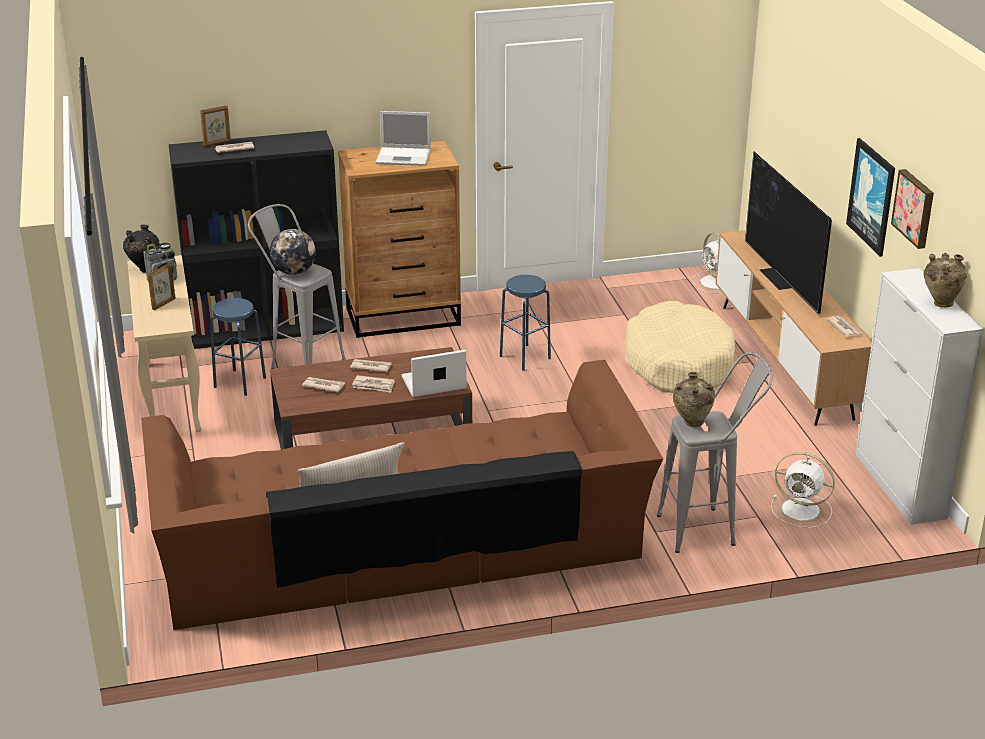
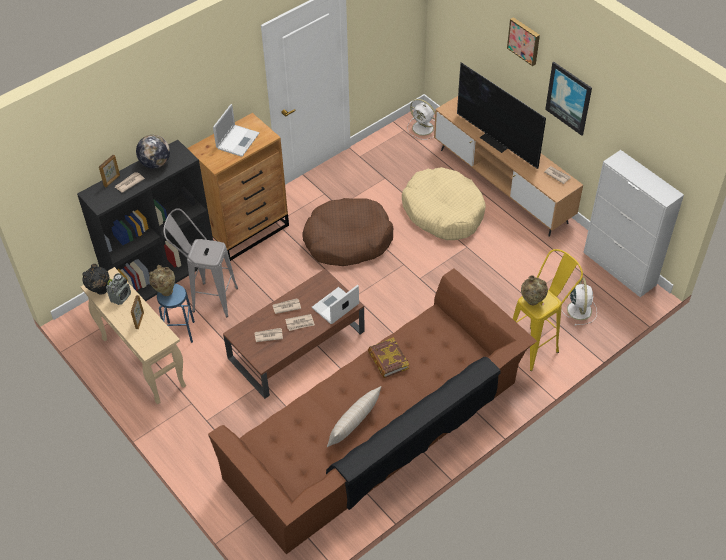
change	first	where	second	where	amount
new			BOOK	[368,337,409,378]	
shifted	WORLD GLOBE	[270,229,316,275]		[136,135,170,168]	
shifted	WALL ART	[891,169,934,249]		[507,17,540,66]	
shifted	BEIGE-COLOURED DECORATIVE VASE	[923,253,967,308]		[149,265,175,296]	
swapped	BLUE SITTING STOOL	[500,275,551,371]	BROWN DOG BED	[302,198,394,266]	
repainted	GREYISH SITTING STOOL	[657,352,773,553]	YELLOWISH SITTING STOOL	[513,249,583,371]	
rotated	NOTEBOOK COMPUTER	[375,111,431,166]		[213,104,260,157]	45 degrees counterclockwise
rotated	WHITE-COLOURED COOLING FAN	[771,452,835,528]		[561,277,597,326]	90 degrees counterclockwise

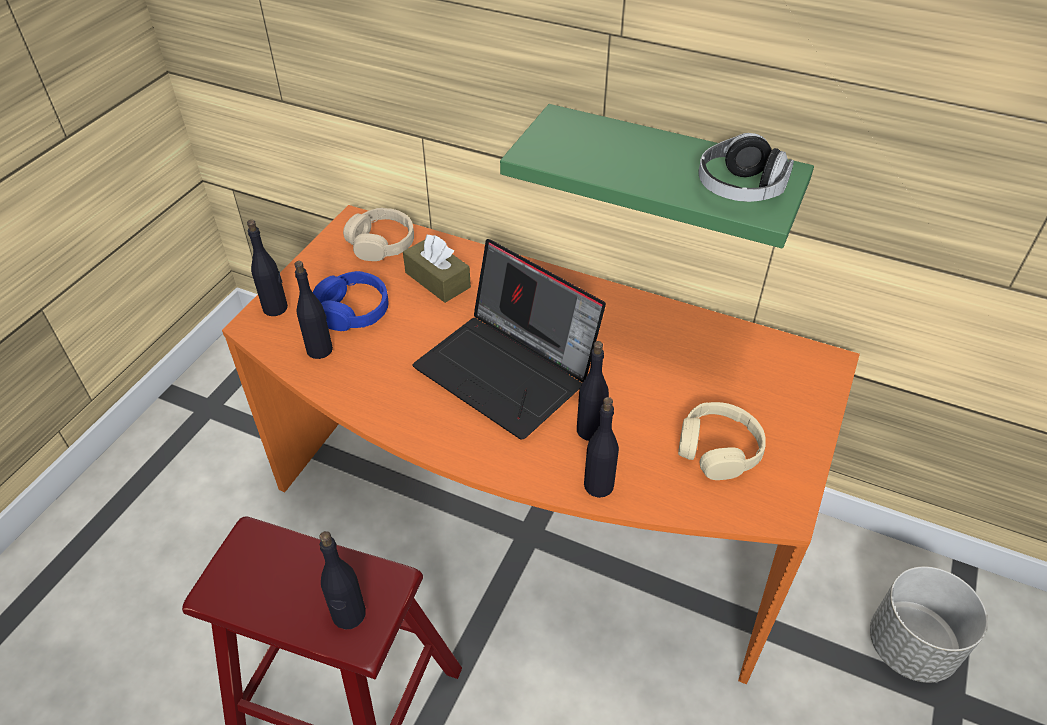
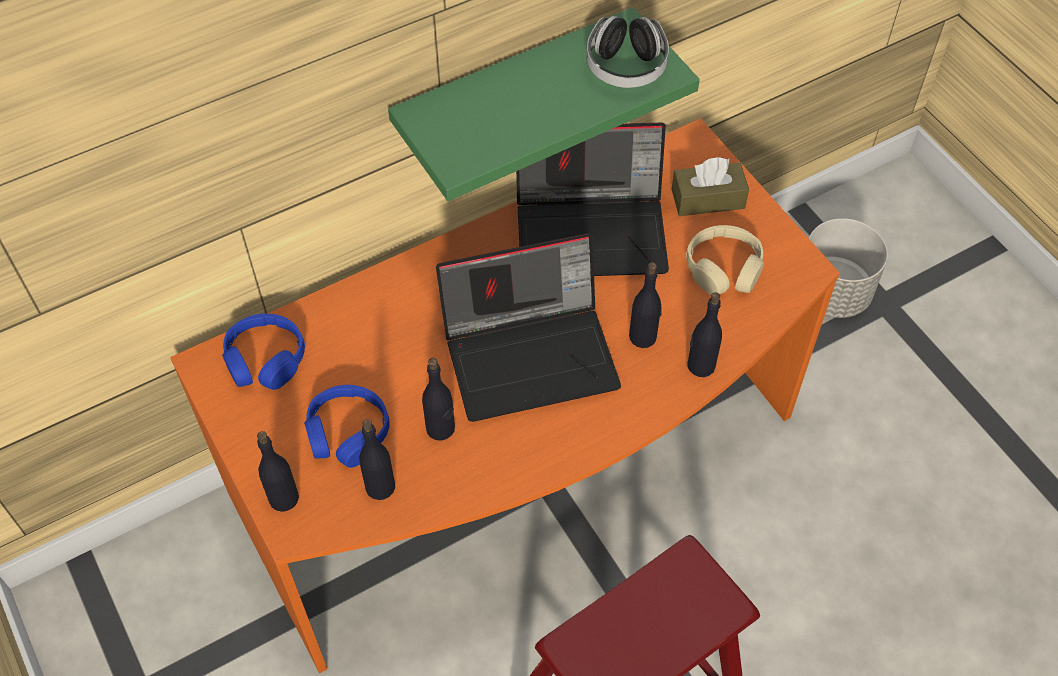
change	first	where	second	where	amount
new			NOTEBOOK COMPUTER	[516,123,669,276]	
shifted	BLACK-COLOURED BEVERAGE BOTTLE	[319,531,366,629]		[422,358,455,441]	
shifted	BROWN TISSUE HOLDER	[403,234,471,303]		[671,157,749,216]	
repainted	BEIGE-COLOURED PAIR OF HEADPHONES	[343,208,414,261]	BLUE PAIR OF HEADPHONES	[222,314,305,390]	

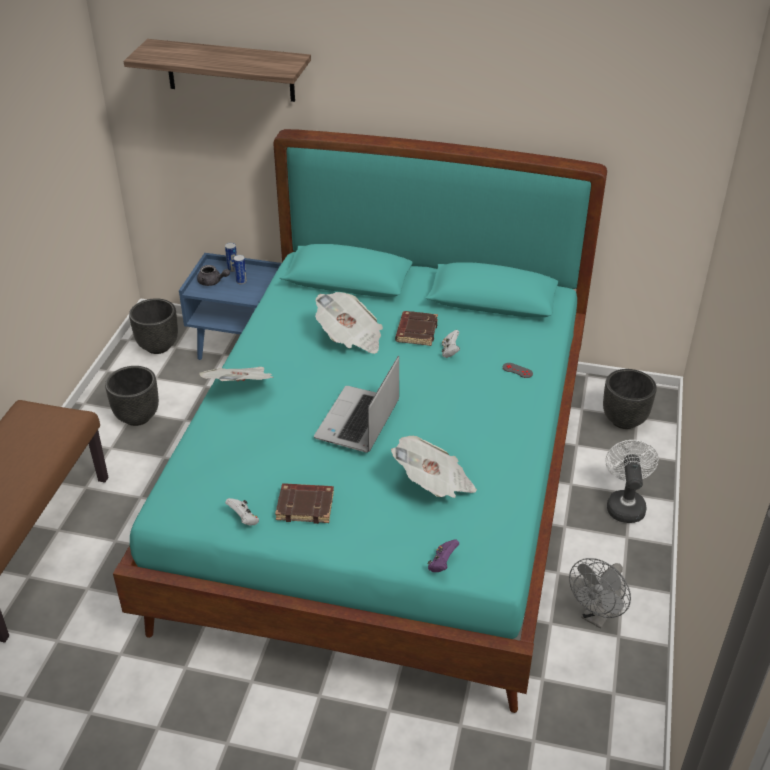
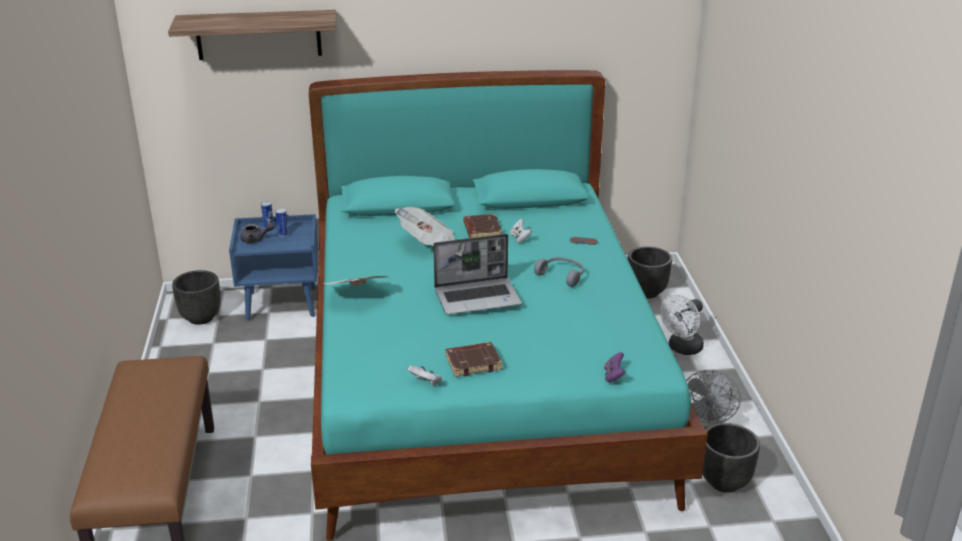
change	first	where	second	where	amount
gone	DAILY PAPER	[391,436,477,498]			
new			GREYISH PAIR OF HEADPHONES	[534,257,584,287]	
shifted	BLACK-COLOURED PLANT POT	[105,366,159,426]		[702,423,760,493]	
rotated	NOTEBOOK COMPUTER	[314,356,399,453]		[433,234,522,315]	105 degrees counterclockwise
rotated	WHITE-COLOURED COOLING FAN	[605,440,659,523]		[660,294,704,355]	120 degrees counterclockwise

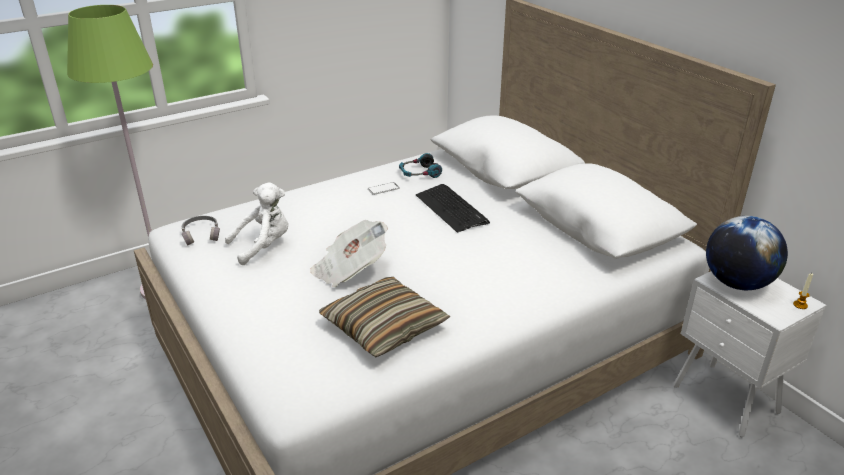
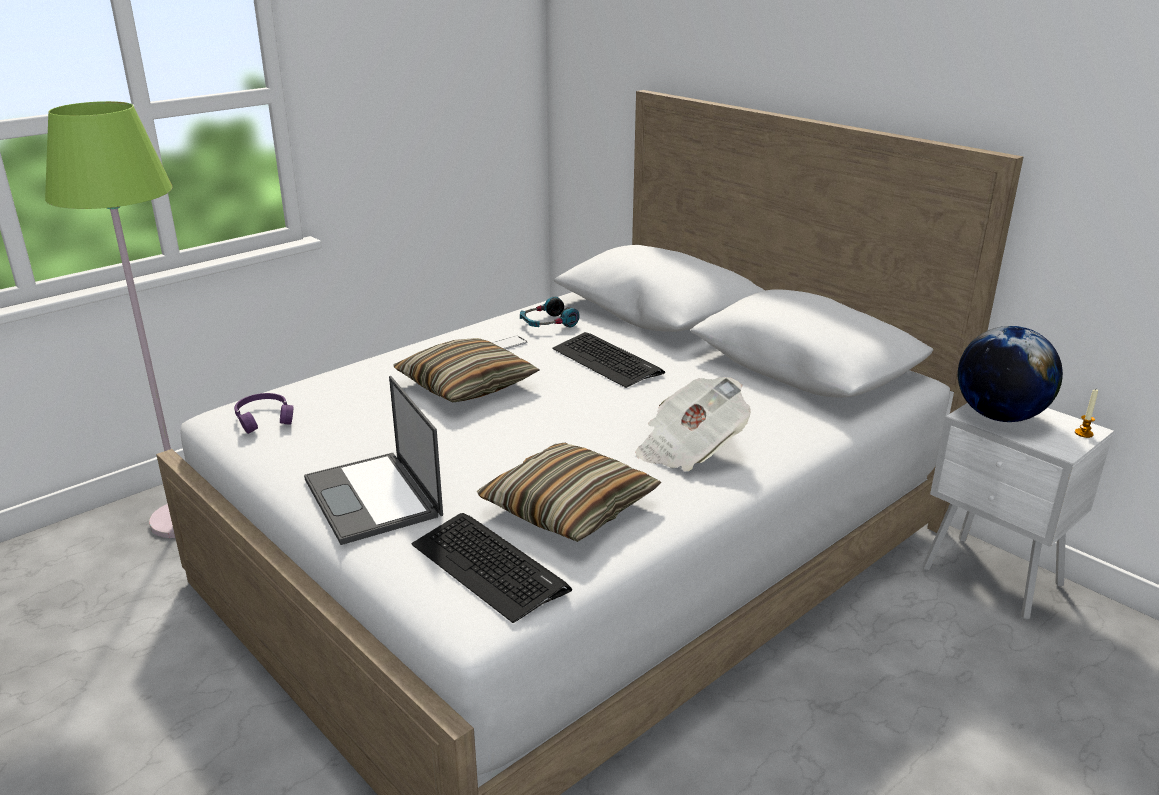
change	first	where	second	where	amount
gone	WHITE-COLOURED SOFT TOY	[225,182,288,265]			
new			NOTEBOOK COMPUTER	[304,376,443,545]	
new			PILLOW	[393,338,539,403]	
new			PC KEYBOARD	[412,513,572,623]	
shifted	DAILY PAPER	[310,220,388,287]		[635,377,751,471]	
repainted	GREYISH PAIR OF HEADPHONES	[182,216,220,246]	PURPLE-COLOURED PAIR OF HEADPHONES	[234,393,293,434]	

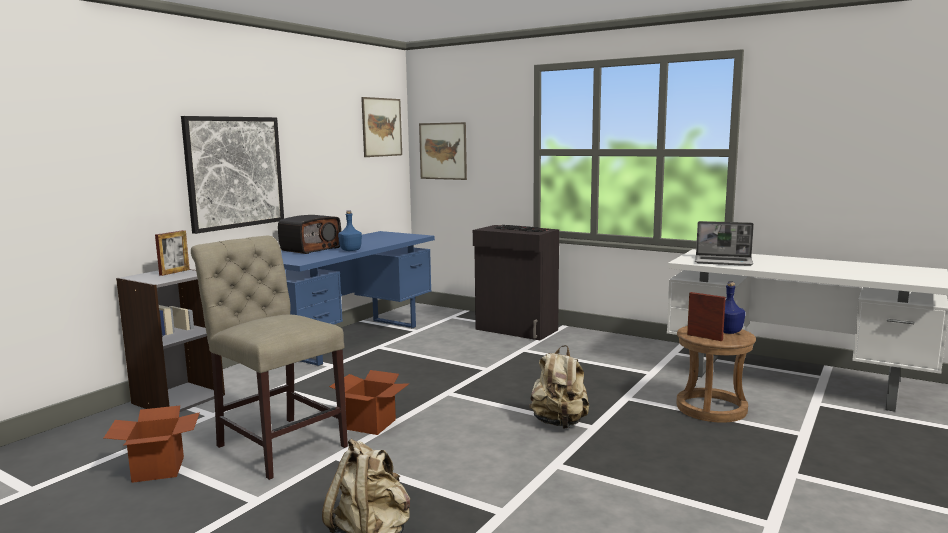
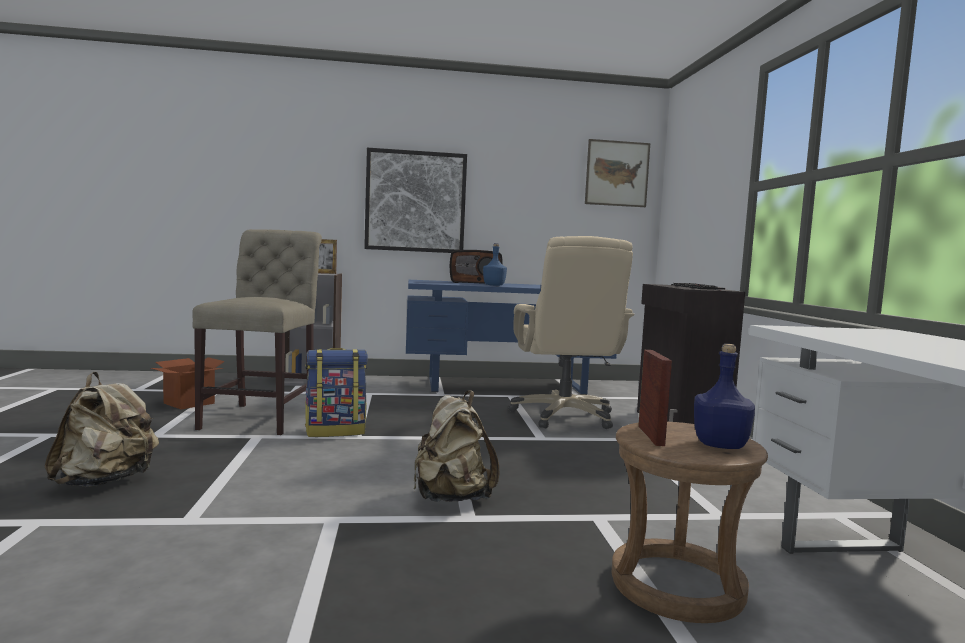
change	first	where	second	where	amount
gone	WALL ART	[419,122,467,180]			
gone	NOTEBOOK COMPUTER	[695,221,754,266]			
new			BEIGE-COLOURED DESK CHAIR	[508,236,635,429]	
swapped	PACKING BOX	[329,370,410,435]	BACKPACK	[305,348,368,437]	

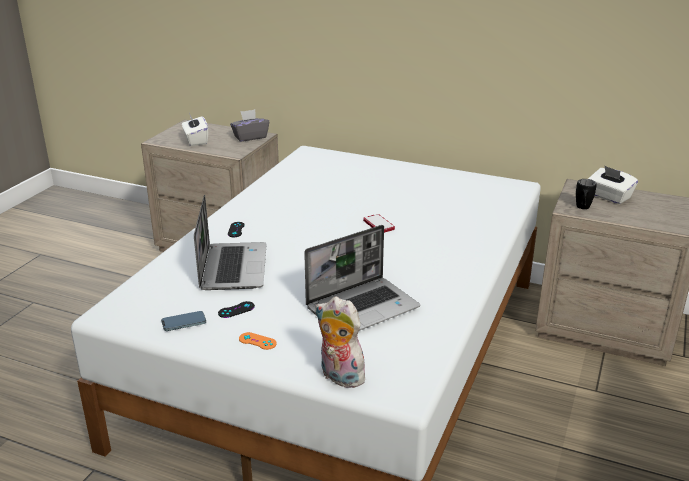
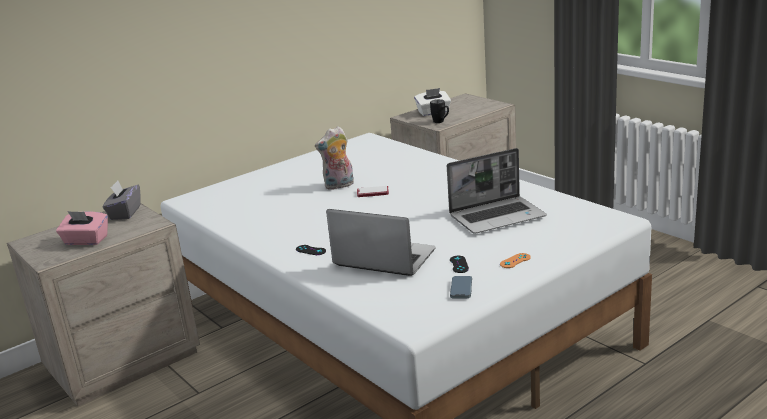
change	first	where	second	where	amount
shifted	SOFT TOY	[315,297,371,388]		[315,126,354,190]	
repainted	WHITE-COLOURED TISSUE HOLDER	[182,115,208,146]	PINKISH TISSUE HOLDER	[56,211,108,245]	
rotated	NOTEBOOK COMPUTER	[304,225,420,331]		[447,148,547,234]	75 degrees clockwise

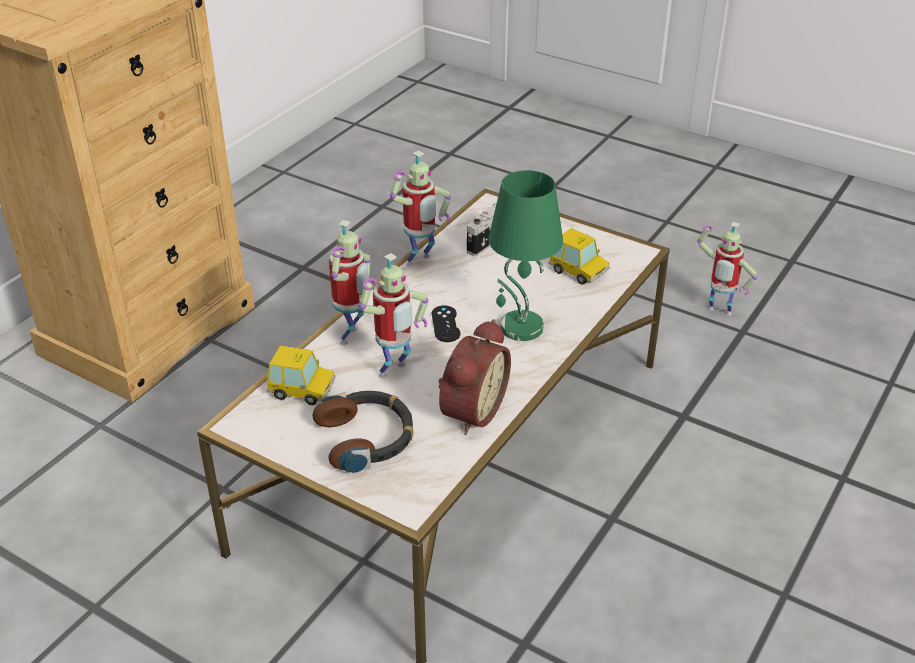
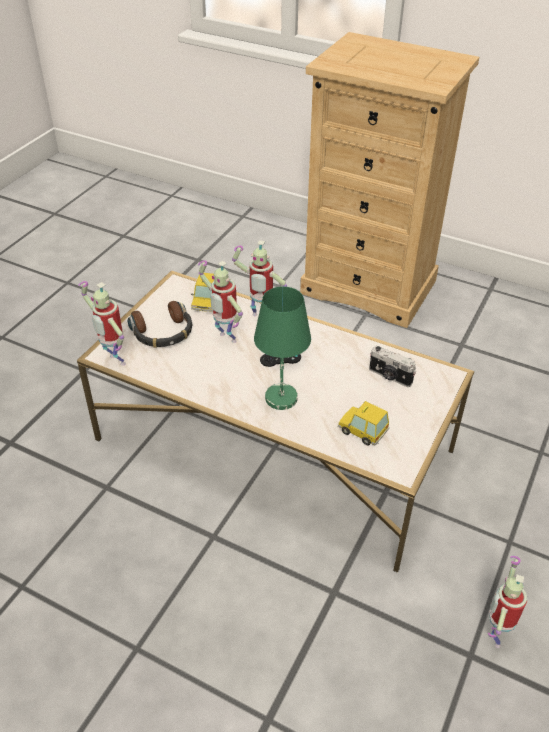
change	first	where	second	where	amount
gone	TABLE CLOCK	[439,319,511,435]			
shifted	MODEL ROBOT	[390,151,451,267]		[78,281,126,366]	
rotated	MINIATURE CAR	[549,228,610,285]		[338,401,389,446]	90 degrees clockwise

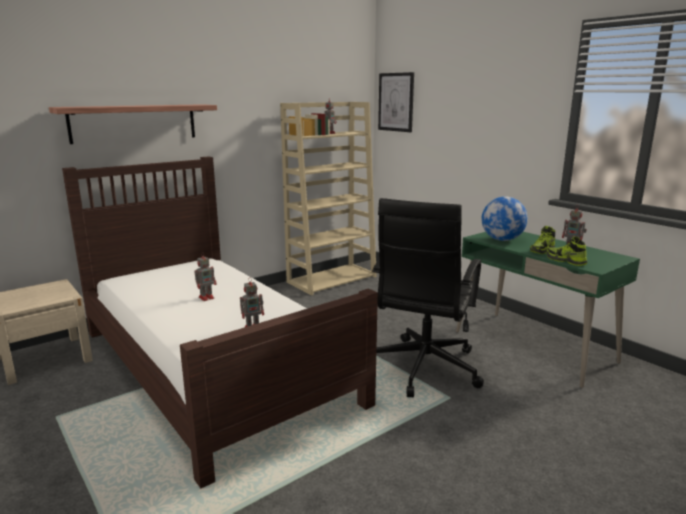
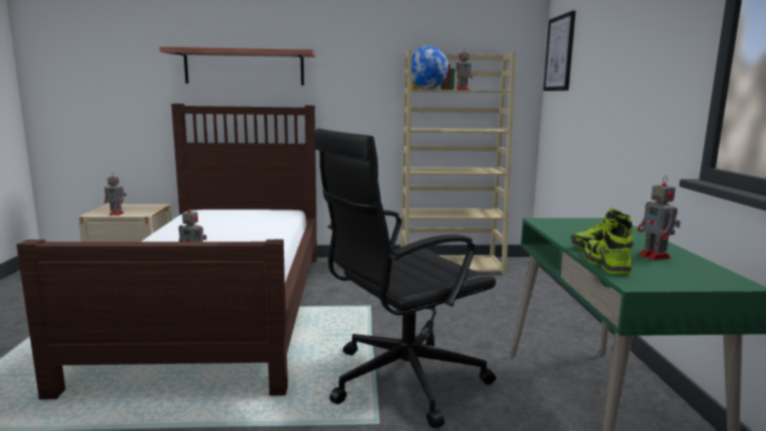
change	first	where	second	where	amount
shifted	MODEL ROBOT	[194,252,217,301]		[104,172,126,216]	
shifted	WORLD GLOBE	[482,196,528,241]		[407,46,448,89]	

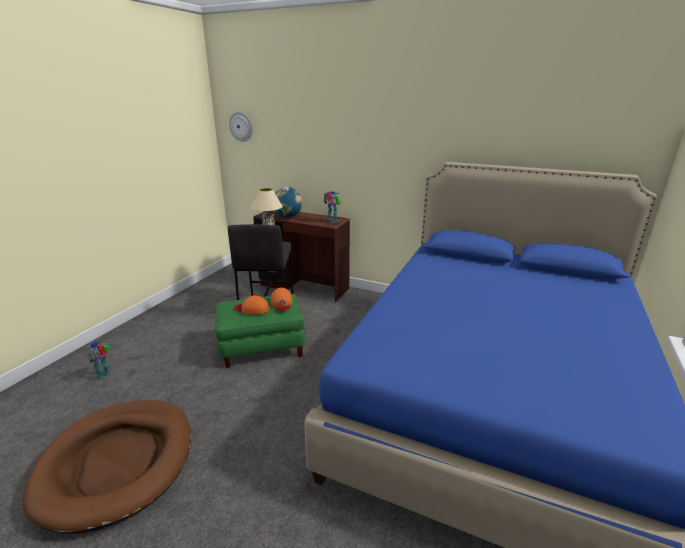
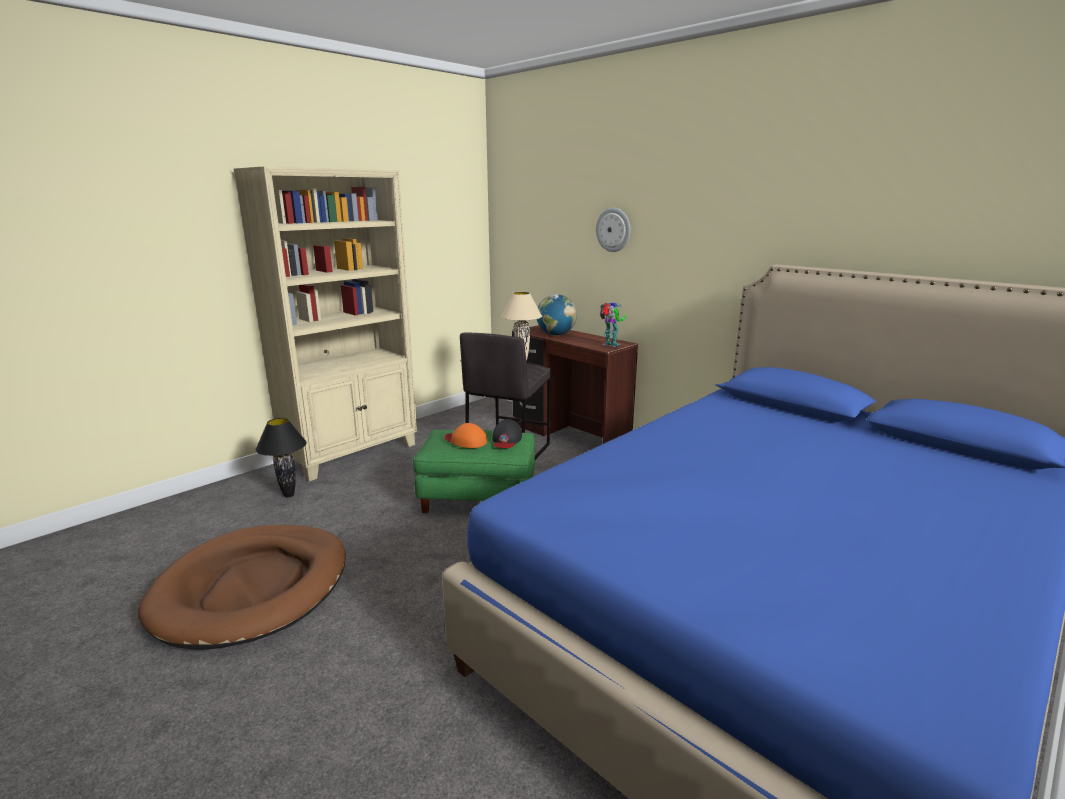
change	first	where	second	where	amount
new			BEIGE-COLOURED BOOKSHELF	[234,166,417,482]	
shifted	WALL CLOCK	[229,111,253,142]		[596,208,631,252]	
swapped	MODEL ROBOT	[85,340,113,381]	BLACK-COLOURED LAMP FOR A TABLE	[256,418,307,497]	
repainted	ORANGE-COLOURED BASEBALL CAP	[271,288,292,311]	BLACK-COLOURED BASEBALL CAP	[492,419,522,448]	

